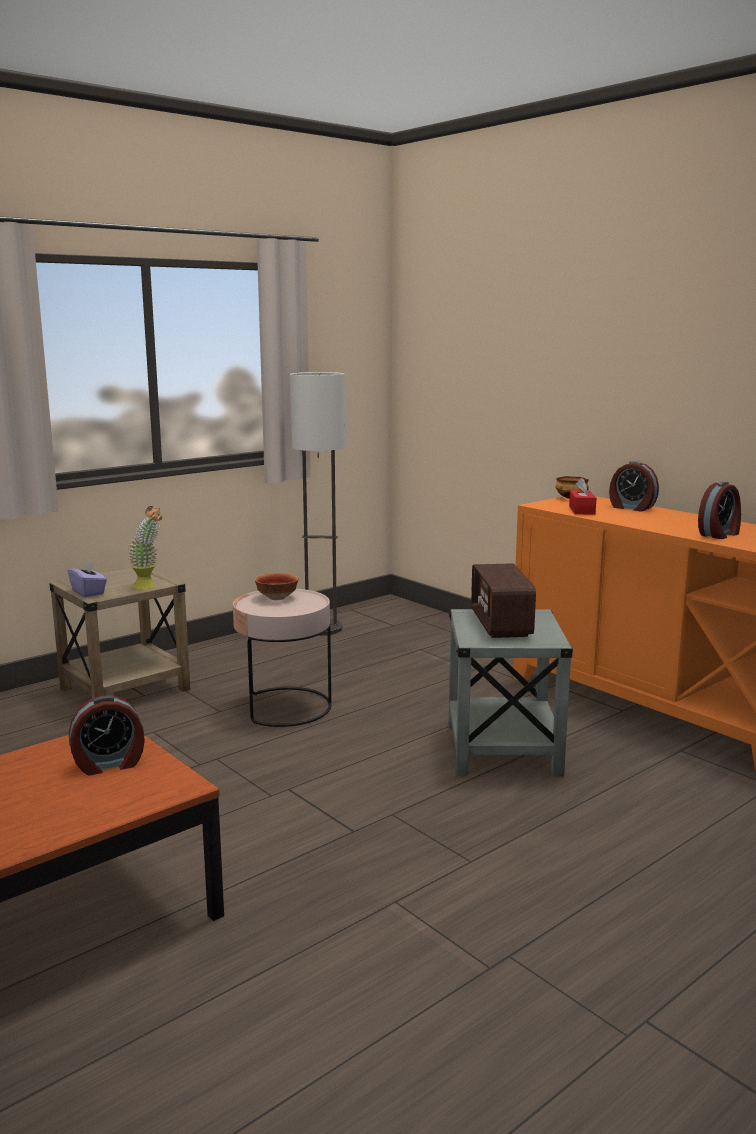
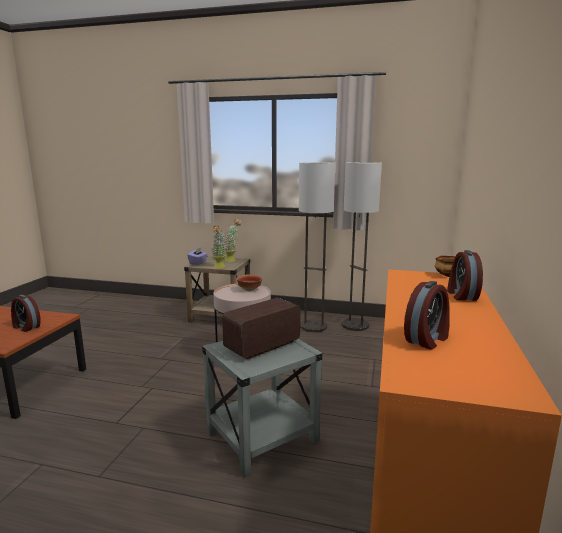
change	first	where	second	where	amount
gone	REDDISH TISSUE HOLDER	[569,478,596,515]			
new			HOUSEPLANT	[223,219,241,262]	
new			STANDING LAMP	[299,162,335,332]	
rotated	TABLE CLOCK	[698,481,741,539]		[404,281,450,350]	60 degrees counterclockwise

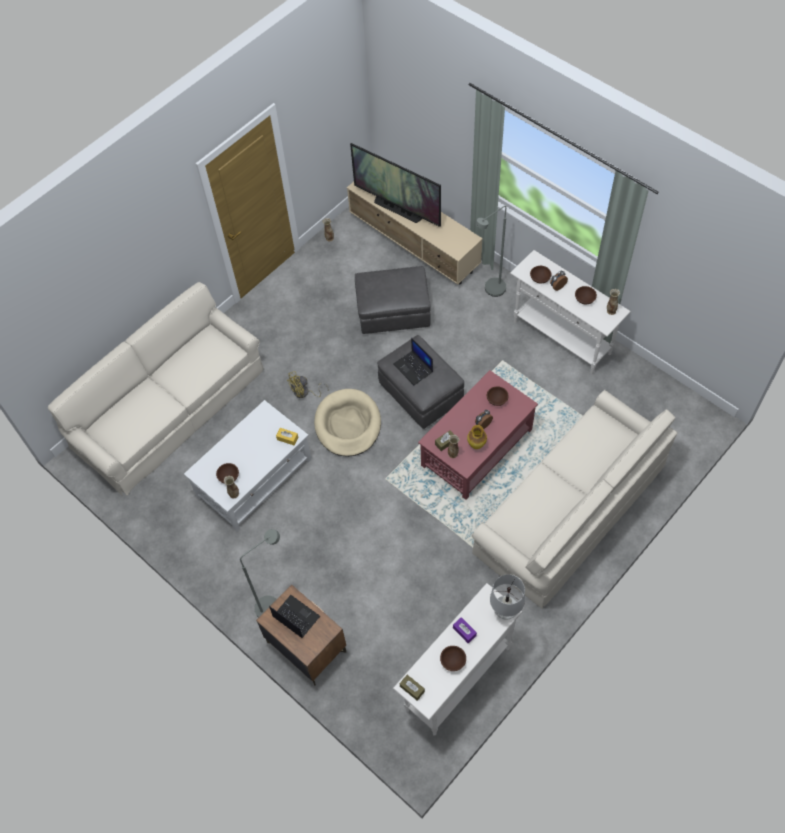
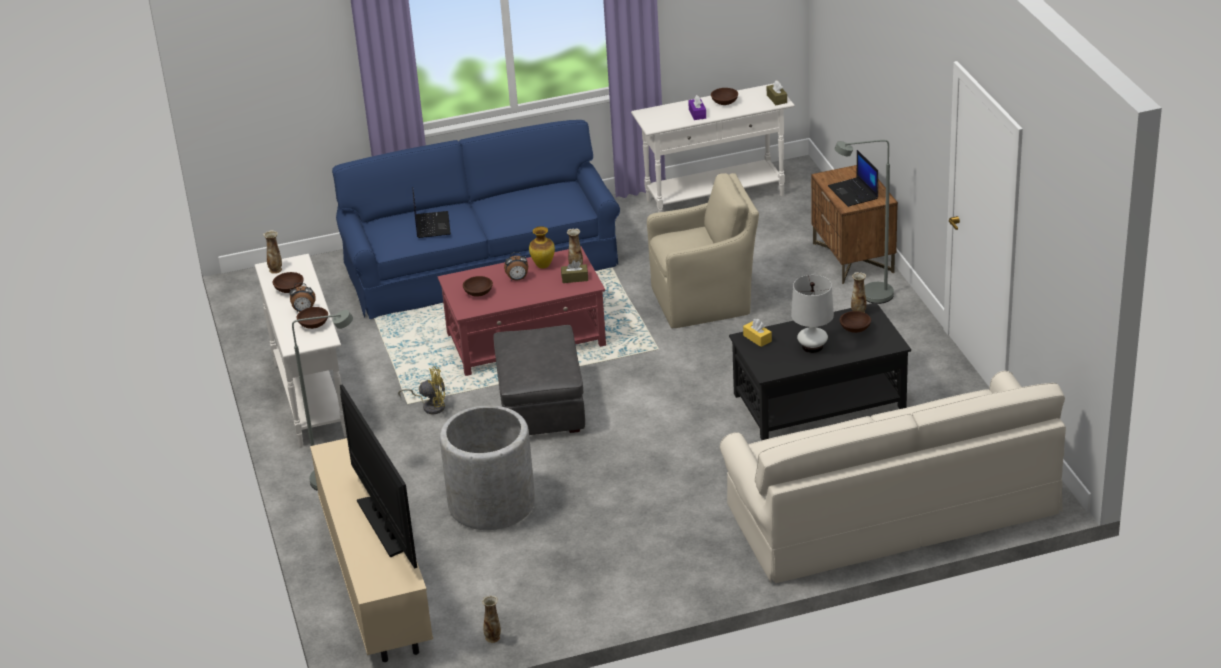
change	first	where	second	where	amount
gone	BEIGE-COLOURED DOG BED	[314,389,381,457]			
new			BEIGE-COLOURED LOUNGE CHAIR	[647,173,759,328]	
shifted	YELLOWISH COOLING FAN	[287,371,328,398]		[398,366,445,414]	
shifted	NOTEBOOK COMPUTER	[393,338,433,385]		[412,187,451,238]	
shifted	WHITE-COLOURED LAMP FOR A TABLE	[490,574,525,620]		[791,275,834,353]	
swapped	GREYISH OTTOMAN	[355,266,431,334]	GREYISH PLANT POT	[440,405,535,530]	
repainted	WHITE-COLOURED LOW TABLE	[184,400,312,531]	BLACK-COLOURED LOW TABLE	[729,303,911,440]	
repainted	BEIGE-COLOURED SOFA	[472,390,678,609]	BLUE SOFA	[332,120,620,319]	

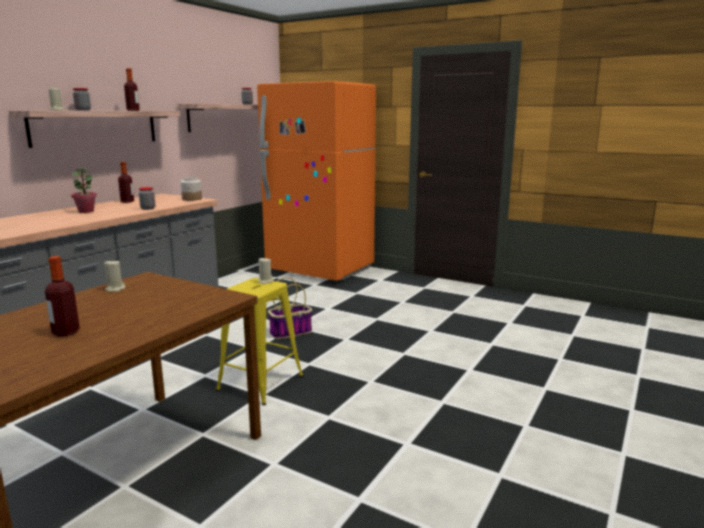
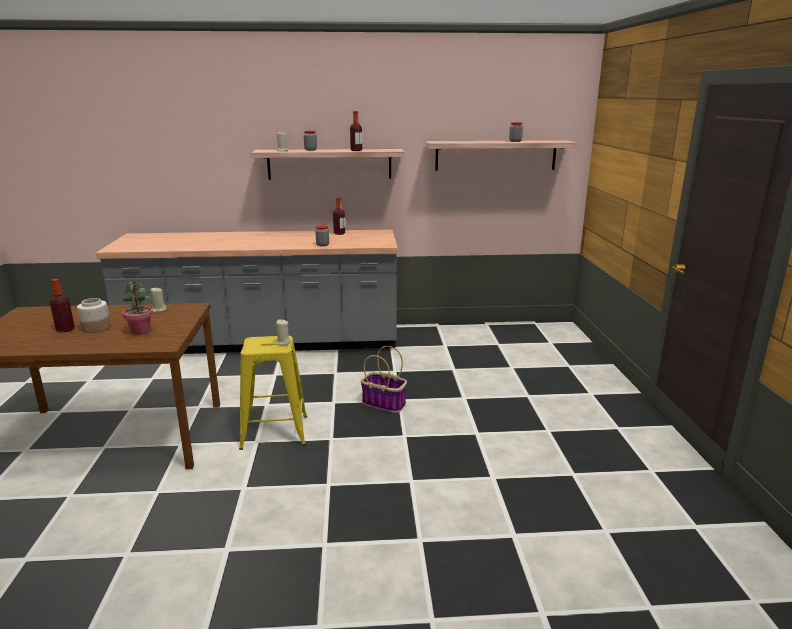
change	first	where	second	where	amount
gone	ORANGE-COLOURED FRIDGE	[257,81,376,281]			
shifted	HOUSEPLANT	[71,168,97,213]		[121,281,153,335]	
shifted	STORAGE JAR	[181,177,202,201]		[77,298,111,333]	

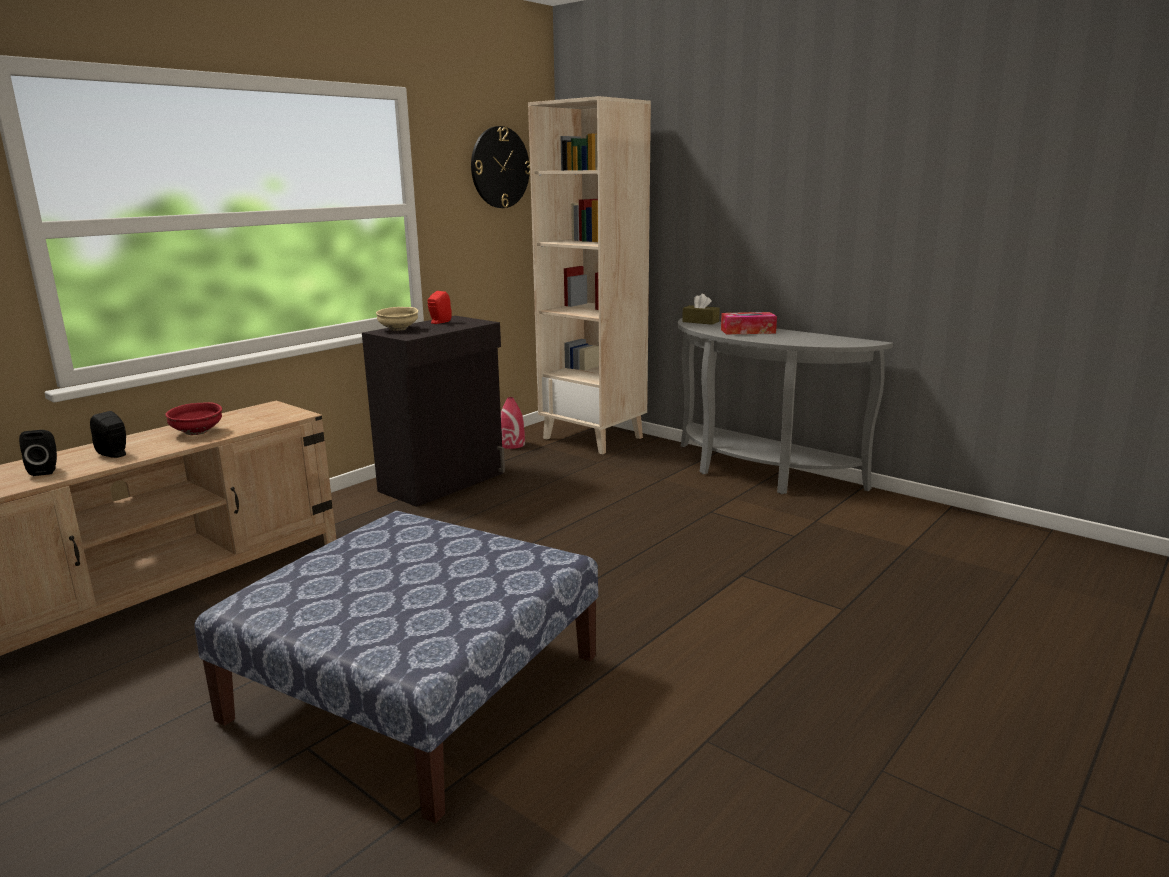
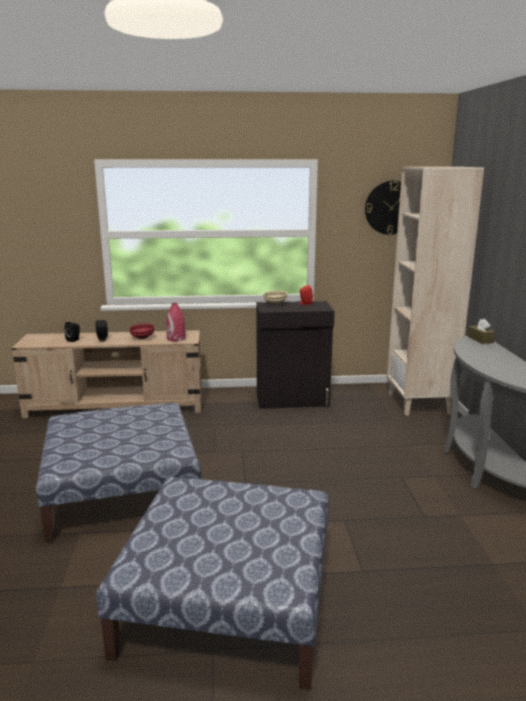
change	first	where	second	where	amount
gone	TISSUE HOLDER	[721,312,777,335]			
new			OTTOMAN	[96,477,329,689]	
shifted	REDDISH DECORATIVE VASE	[501,397,525,449]		[166,303,186,341]	

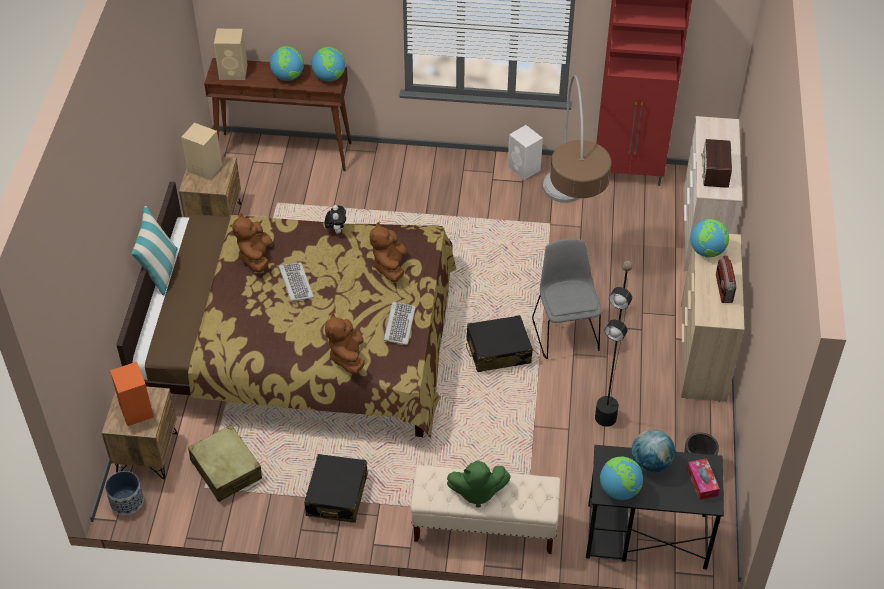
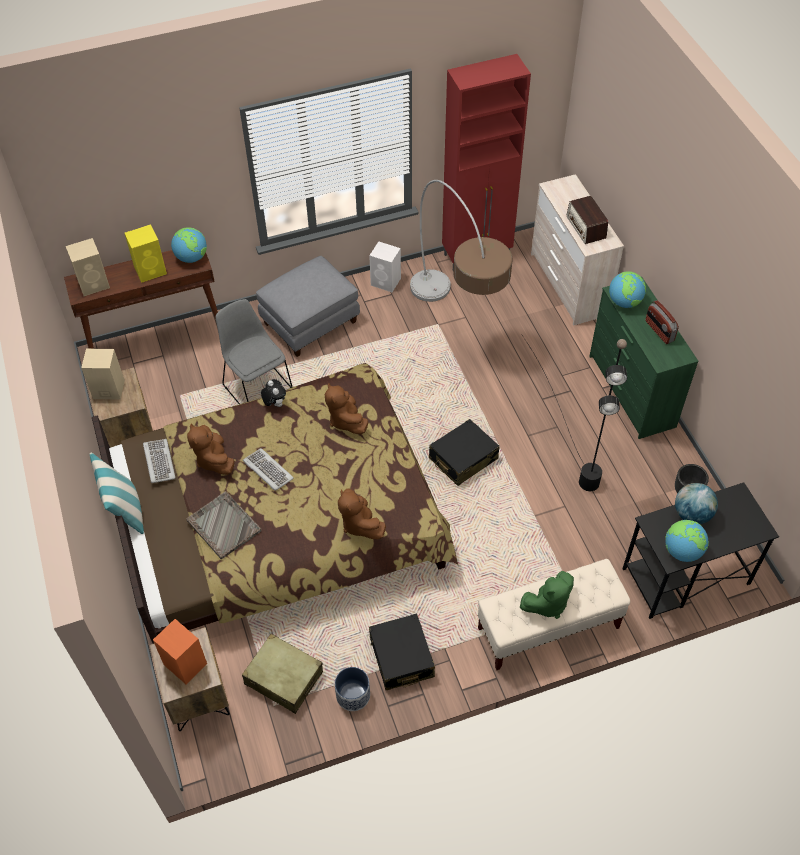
change	first	where	second	where	amount
gone	TISSUE HOLDER	[687,458,720,500]			
new			GREYISH TRAY	[186,492,261,559]	
new			GREYISH OTTOMAN	[256,256,360,357]	
shifted	PLANT POT	[105,471,144,515]		[335,667,370,711]	
shifted	PC KEYBOARD	[384,302,416,345]		[143,439,176,483]	
shifted	GREYISH CHAIR	[532,239,601,359]		[216,299,292,404]	
swapped	WORLD GLOBE	[270,46,304,81]	YELLOWISH SPEAKER	[124,224,167,283]	
repainted	BEIGE-COLOURED DRESSER	[681,234,745,402]	GREEN-COLOURED DRESSER	[589,278,699,439]	

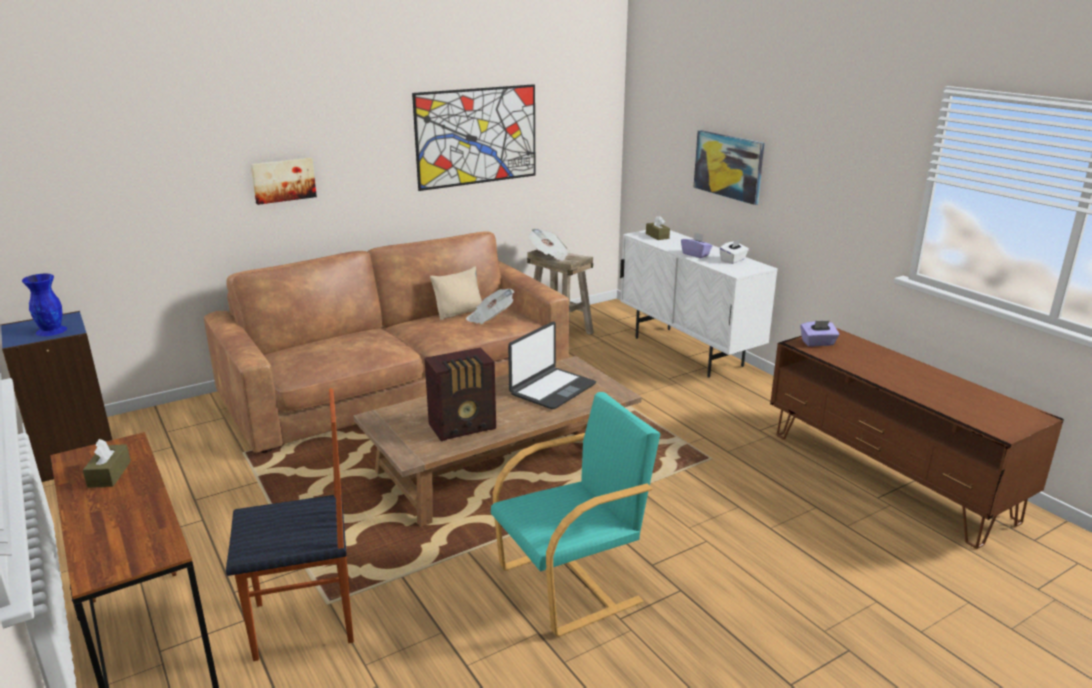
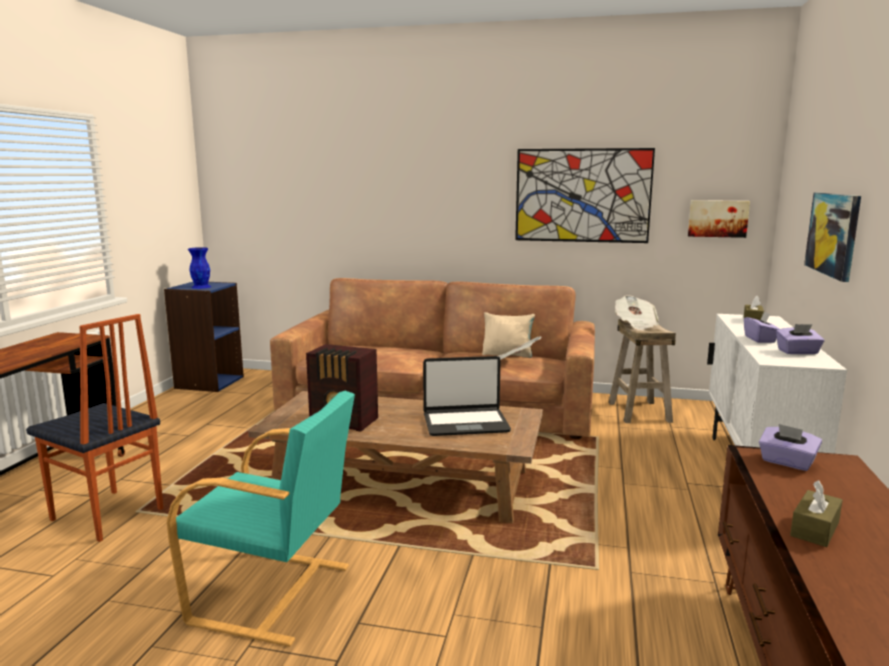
change	first	where	second	where	amount
shifted	BROWN TISSUE HOLDER	[83,439,131,488]		[790,480,843,547]	
shifted	WALL ART	[250,158,317,205]		[688,200,750,238]	
repainted	WHITE-COLOURED TISSUE HOLDER	[720,239,749,264]	PURPLE-COLOURED TISSUE HOLDER	[776,324,825,354]	

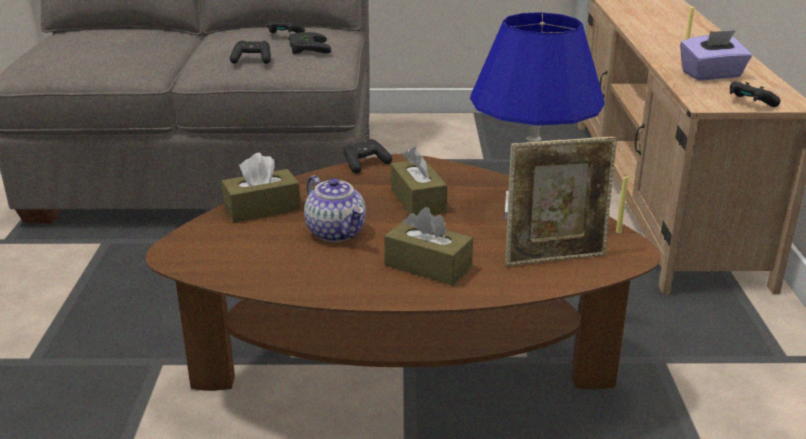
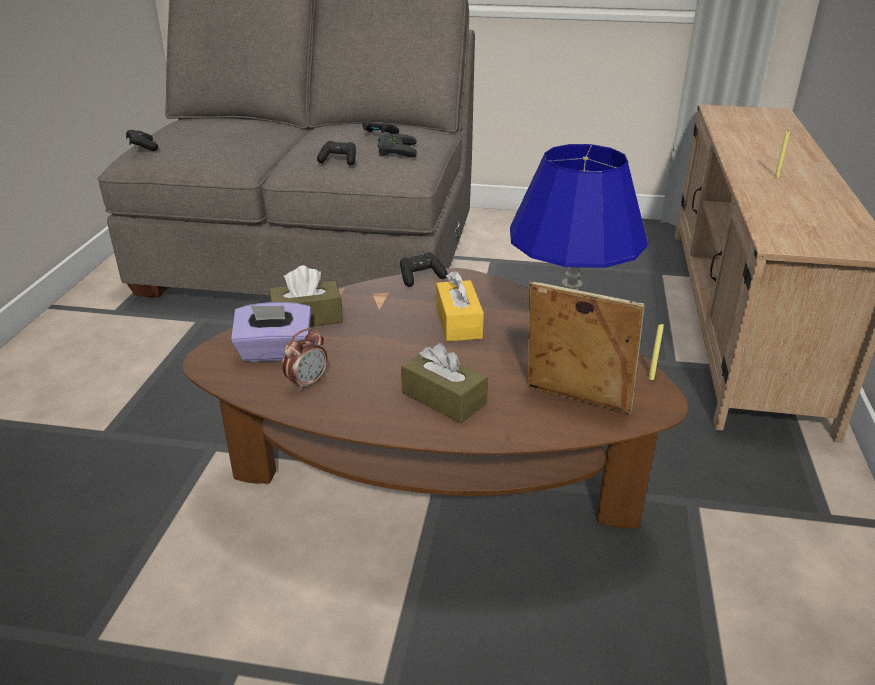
change	first	where	second	where	amount
gone	TEAPOT	[304,175,366,242]			
new			TABLE CLOCK	[282,328,327,392]	
shifted	PURPLE-COLOURED TISSUE HOLDER	[680,30,752,80]		[231,302,311,362]	
shifted	BLACK-COLOURED JOYPAD	[730,81,780,107]		[126,130,158,151]	
repainted	BROWN TISSUE HOLDER	[391,147,448,215]	YELLOWISH TISSUE HOLDER	[436,271,484,342]	
rotated	PHOTO FRAME	[505,136,617,266]		[528,281,645,414]	150 degrees counterclockwise

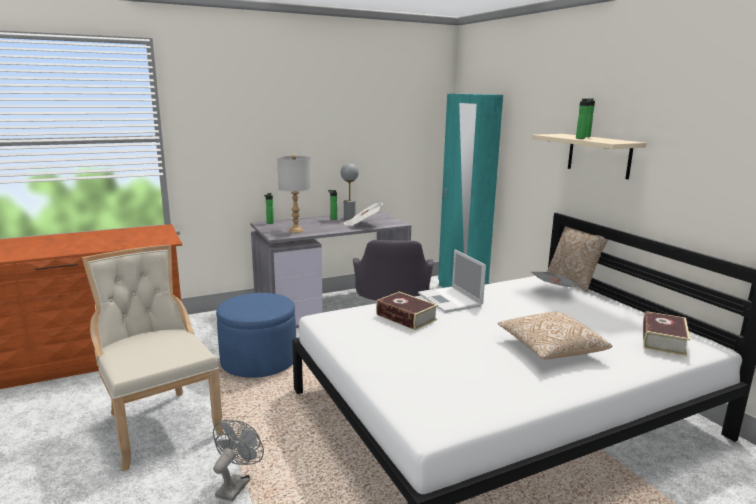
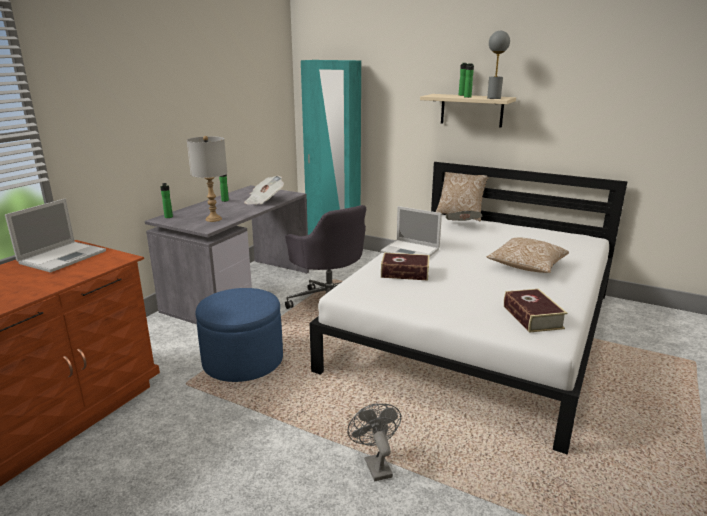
change	first	where	second	where	amount
gone	BEIGE-COLOURED CHAIR	[82,245,225,471]			
new			NOTEBOOK COMPUTER	[5,199,106,273]	
shifted	GREYISH LAMP FOR A TABLE	[340,163,359,220]		[487,31,510,99]	
shifted	BOOK	[643,311,690,356]		[504,289,568,333]	

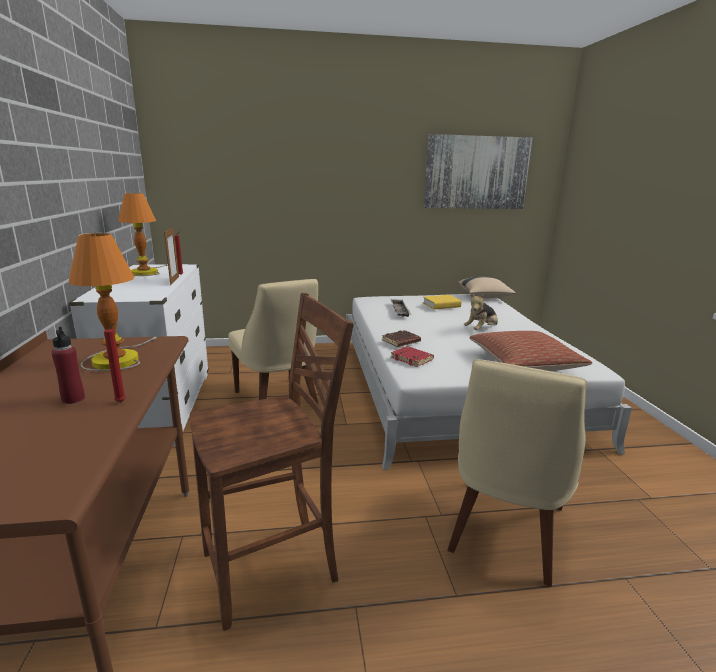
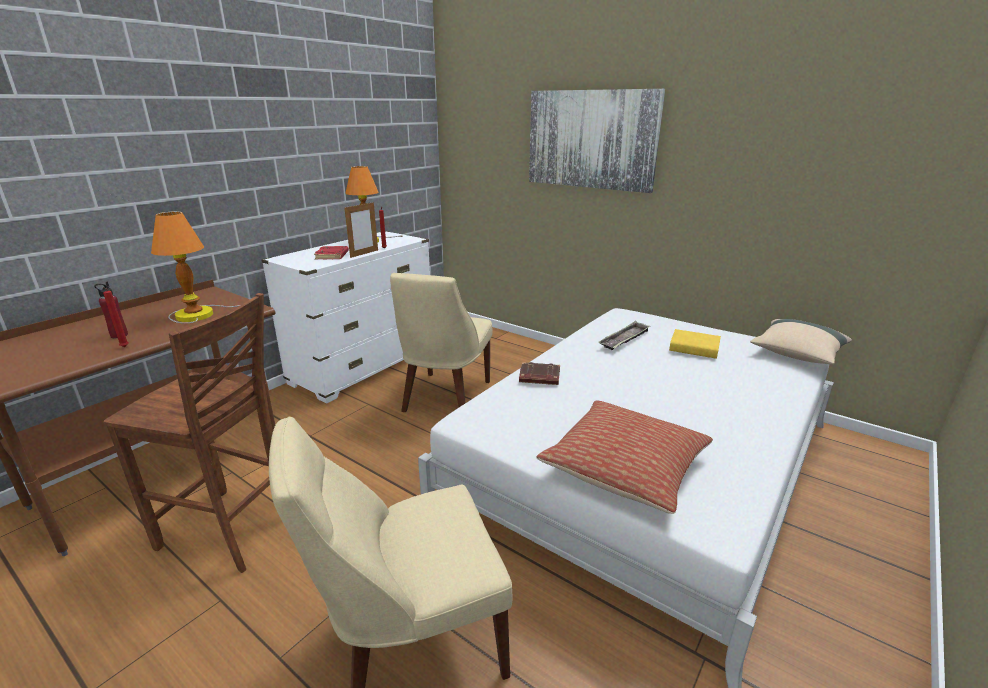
change	first	where	second	where	amount
gone	SOFT TOY	[464,294,498,330]			
shifted	REDDISH BOOK	[391,346,434,367]		[314,246,349,260]	
shifted	WALL ART	[423,134,533,209]		[529,89,665,193]	

